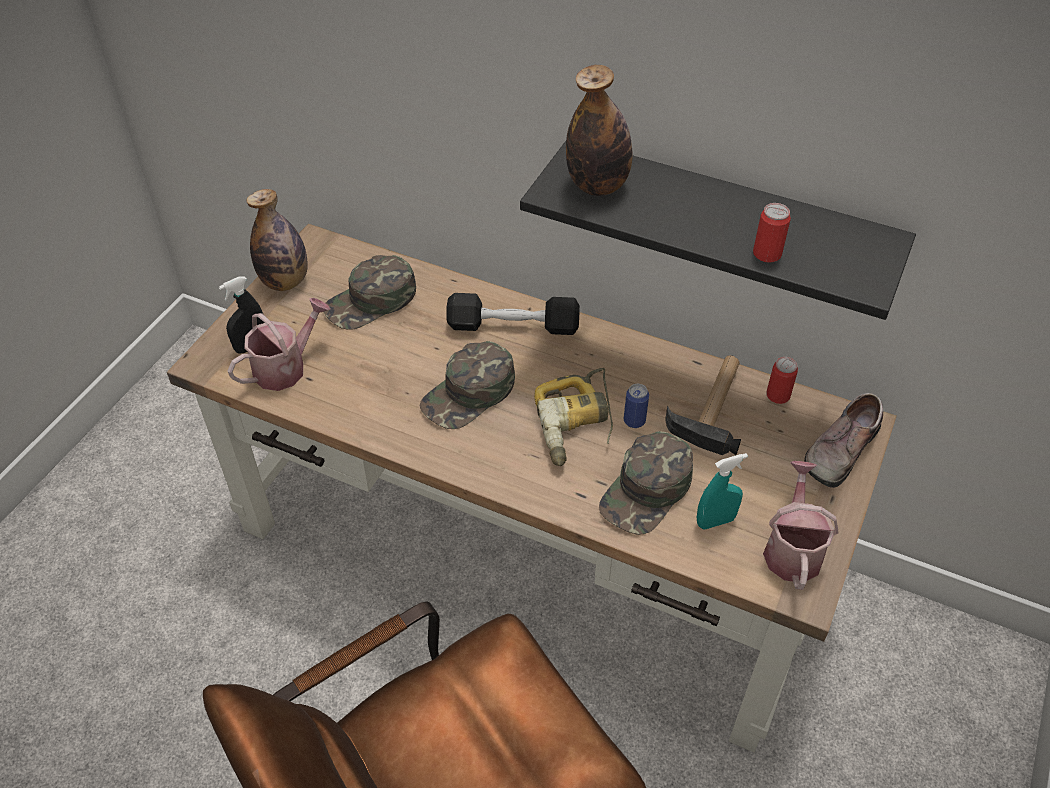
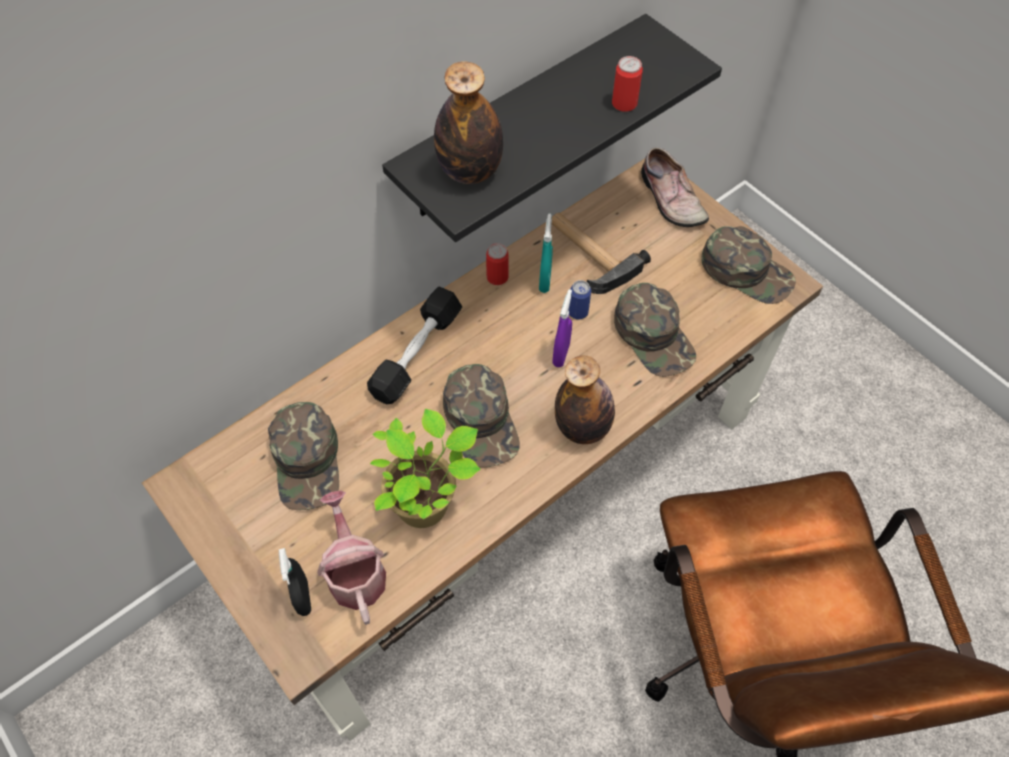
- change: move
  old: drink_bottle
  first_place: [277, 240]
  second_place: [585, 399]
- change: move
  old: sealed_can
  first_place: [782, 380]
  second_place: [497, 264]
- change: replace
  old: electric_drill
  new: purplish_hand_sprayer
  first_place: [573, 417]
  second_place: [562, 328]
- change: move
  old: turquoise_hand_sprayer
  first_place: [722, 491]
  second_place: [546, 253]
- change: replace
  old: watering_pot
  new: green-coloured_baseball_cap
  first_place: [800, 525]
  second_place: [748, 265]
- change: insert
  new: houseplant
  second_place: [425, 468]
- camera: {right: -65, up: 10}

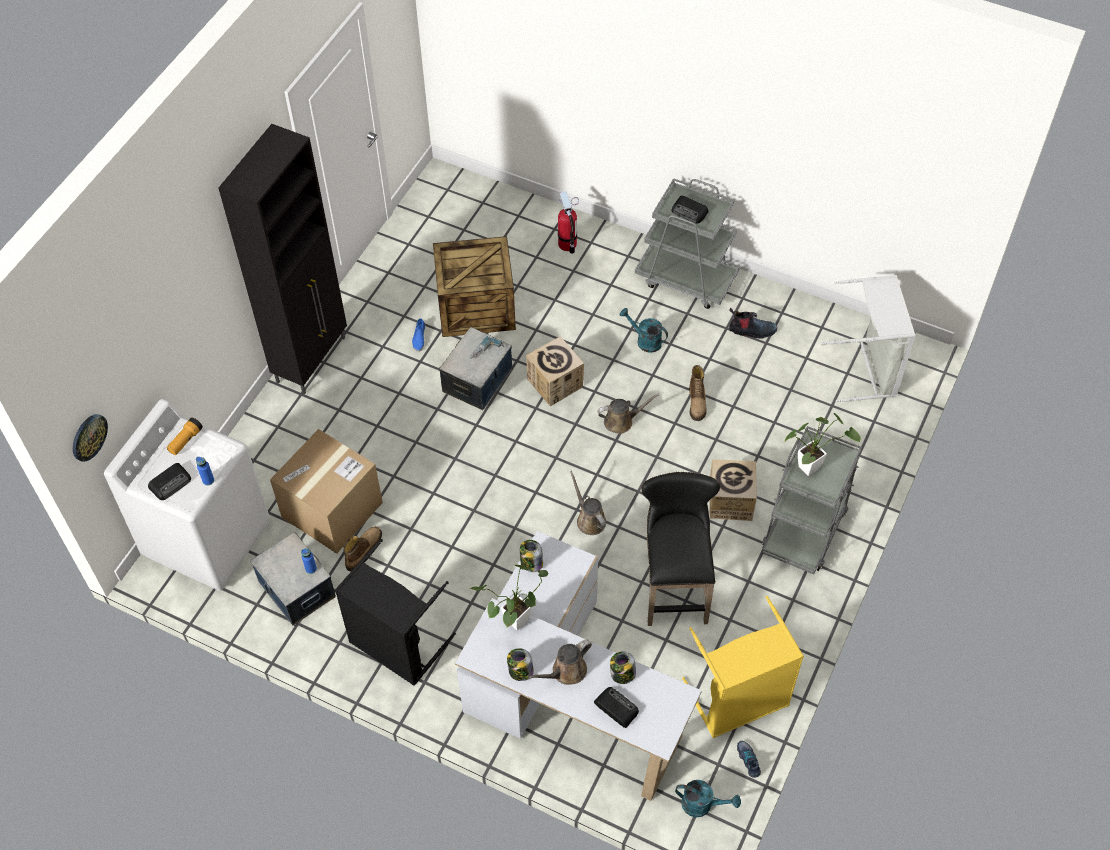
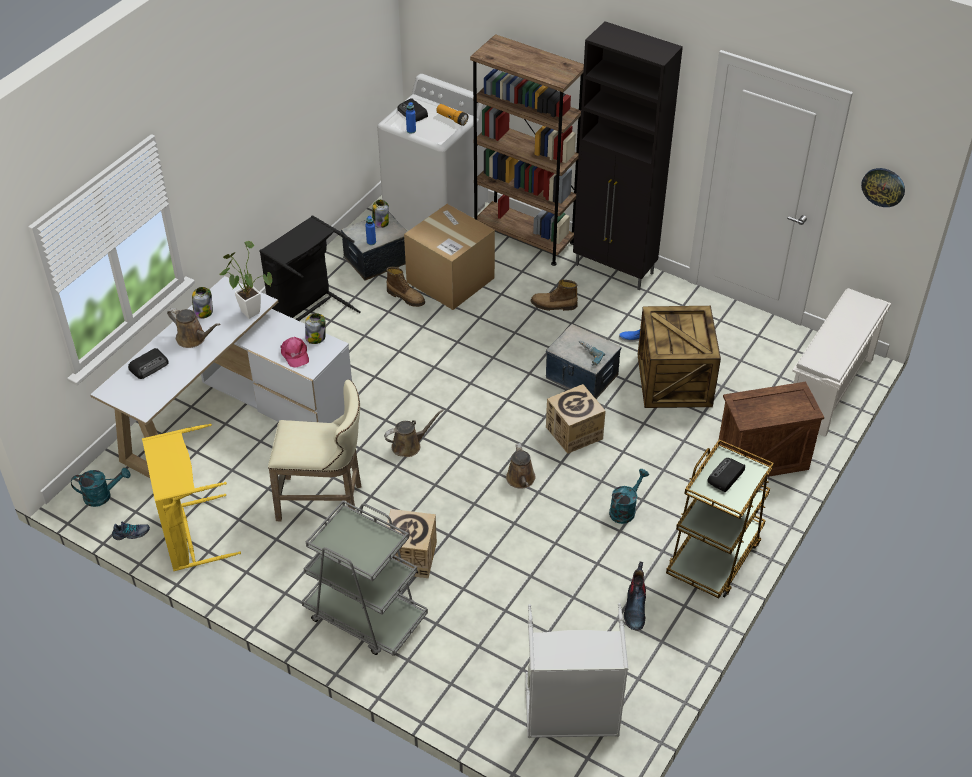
- change: recolor
  old: greyish_cart
  new: brownish_cart
  first_place: [687, 243]
  second_place: [720, 518]
- change: replace
  old: fire_extinguisher
  new: shipping_crate
  first_place: [568, 222]
  second_place: [771, 429]
- change: move
  old: tall_boot
  first_place: [697, 393]
  second_place: [554, 295]
- change: delete
  old: houseplant
  first_place: [822, 444]
- change: move
  old: wall_clock
  first_place: [90, 438]
  second_place: [883, 187]
- change: recolor
  old: black-coloured_stool_seat
  new: beige_stool_seat
  first_place: [680, 549]
  second_place: [315, 450]
- change: rotate
  old: brownish_watering_pot
  first_place: [560, 662]
  second_place: [193, 328]
  degrees: 150
- change: move
  old: preserve_jar
  first_place: [623, 667]
  second_place: [380, 214]
- change: rotate
  old: turquoise_watering_pot
  first_place: [708, 798]
  second_place: [101, 487]
  degrees: -120
- change: insert
  new: brownish_bookcase
  second_place: [527, 150]
- change: insert
  new: whitish_shoe_stand
  second_place: [841, 362]
- change: insert
  new: pink_baseball_cap
  second_place: [294, 352]
- camera: {right: 95, up: -10}

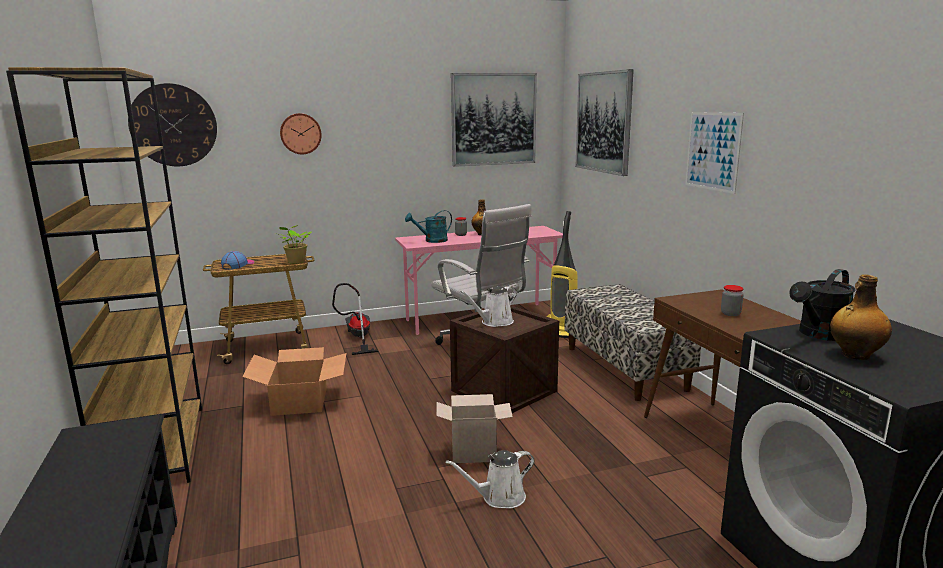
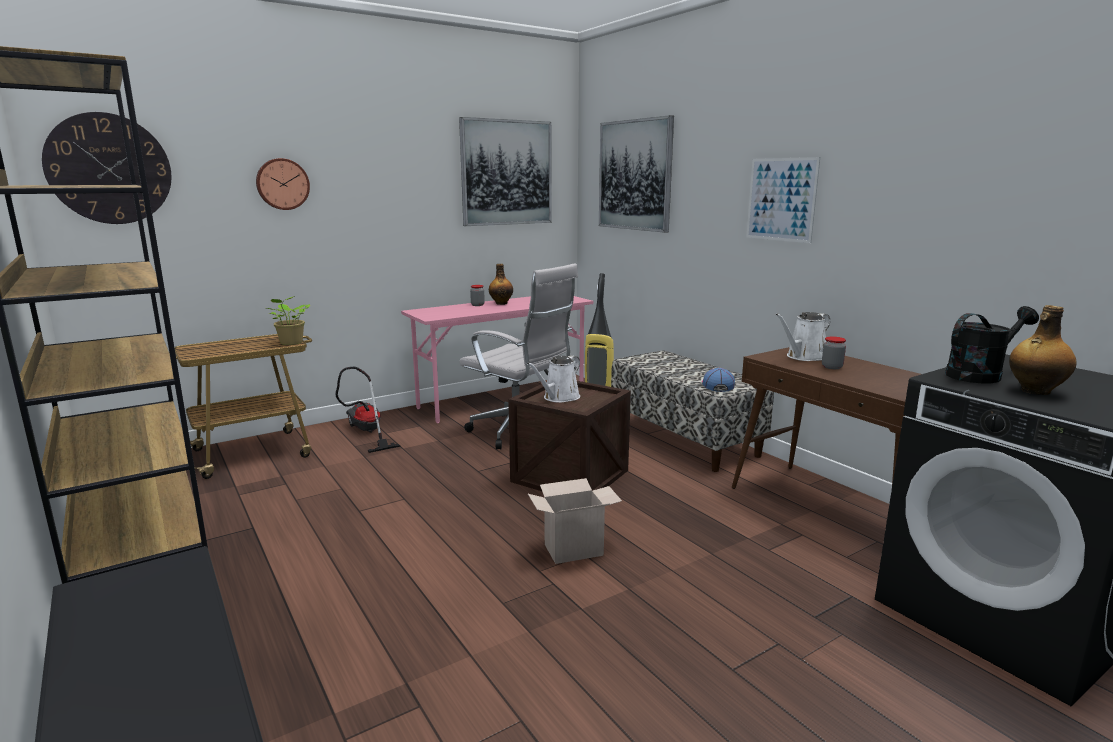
- change: delete
  old: turquoise_watering_pot
  first_place: [428, 226]
- change: move
  old: baseball_cap
  first_place: [238, 260]
  second_place: [718, 380]
- change: rotate
  old: black-coloured_watering_pot
  first_place: [822, 305]
  second_place: [992, 344]
  degrees: -150
- change: delete
  old: carton
  first_place: [294, 381]
- change: move
  old: whitish_watering_pot
  first_place: [490, 479]
  second_place: [802, 336]
- camera: {right: -15, up: 0}

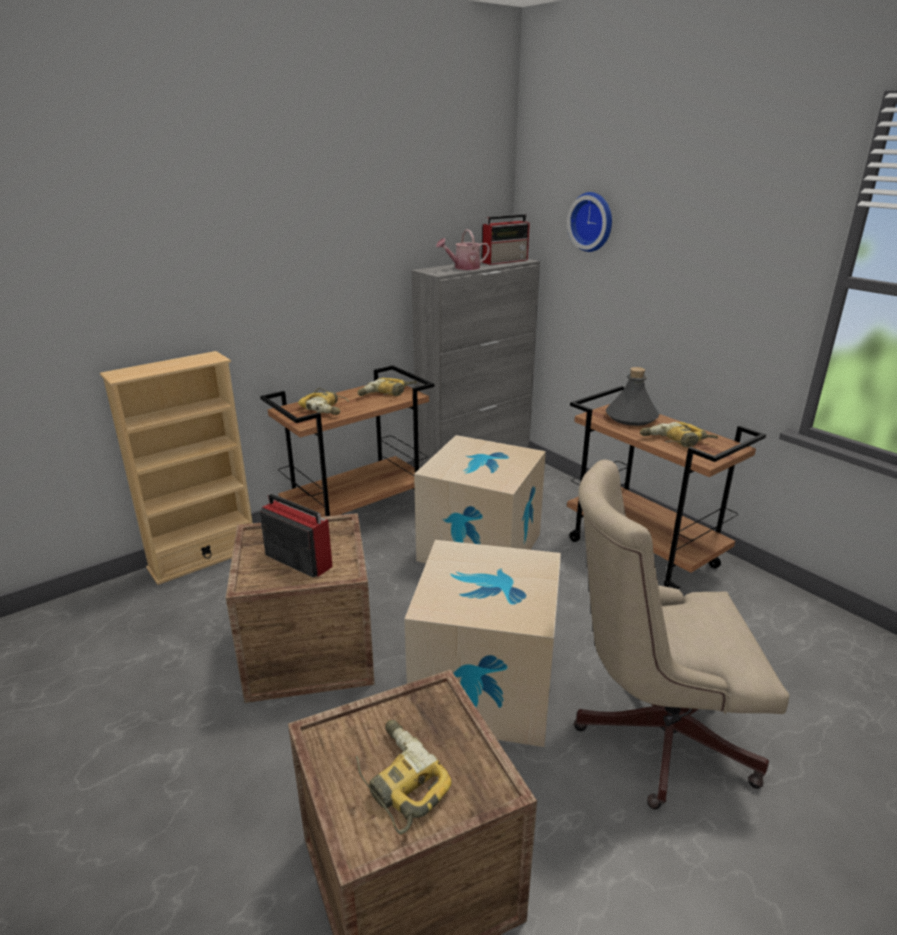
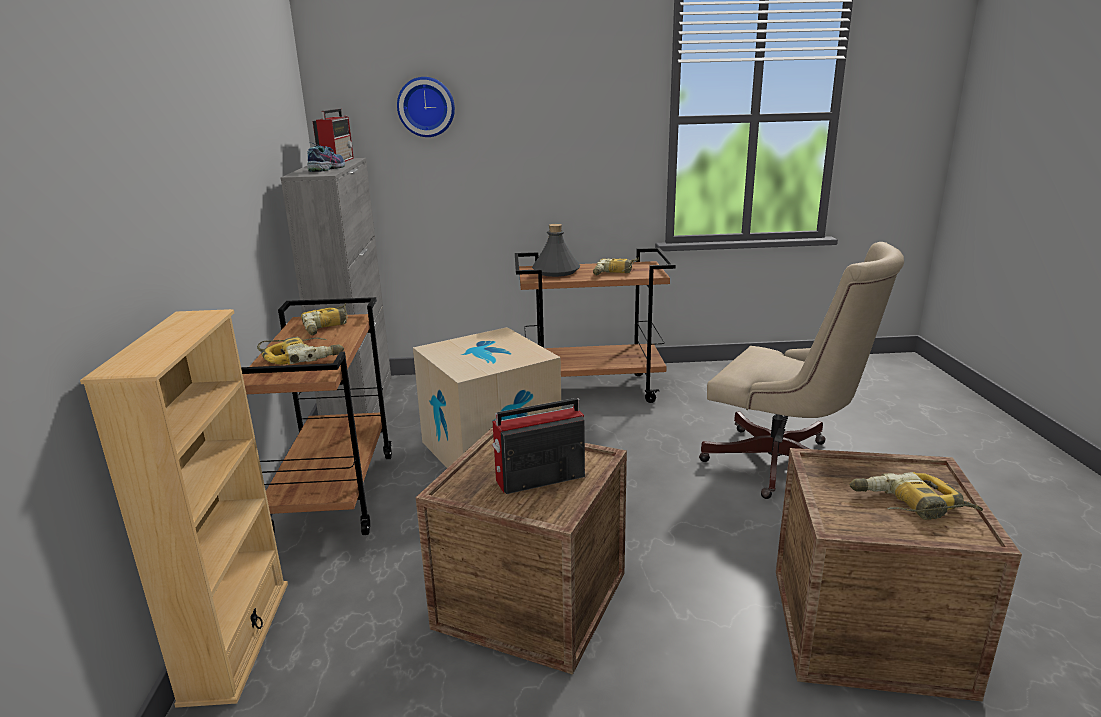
- change: replace
  old: watering_pot
  new: low_shoe
  first_place: [463, 249]
  second_place: [326, 157]
- change: rotate
  old: beige_office_chair
  first_place: [681, 635]
  second_place: [801, 370]
  degrees: -90
- change: delete
  old: carton
  first_place: [482, 643]
- camera: {right: -55, up: -5}

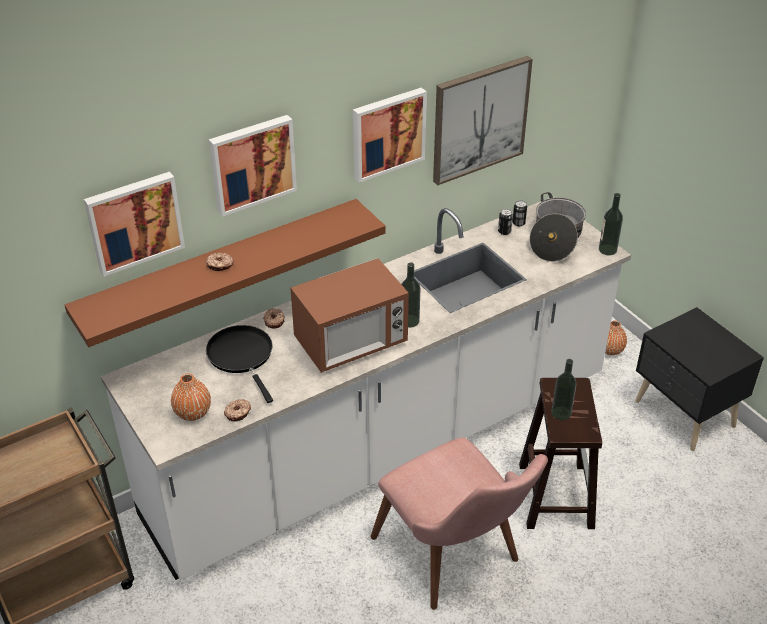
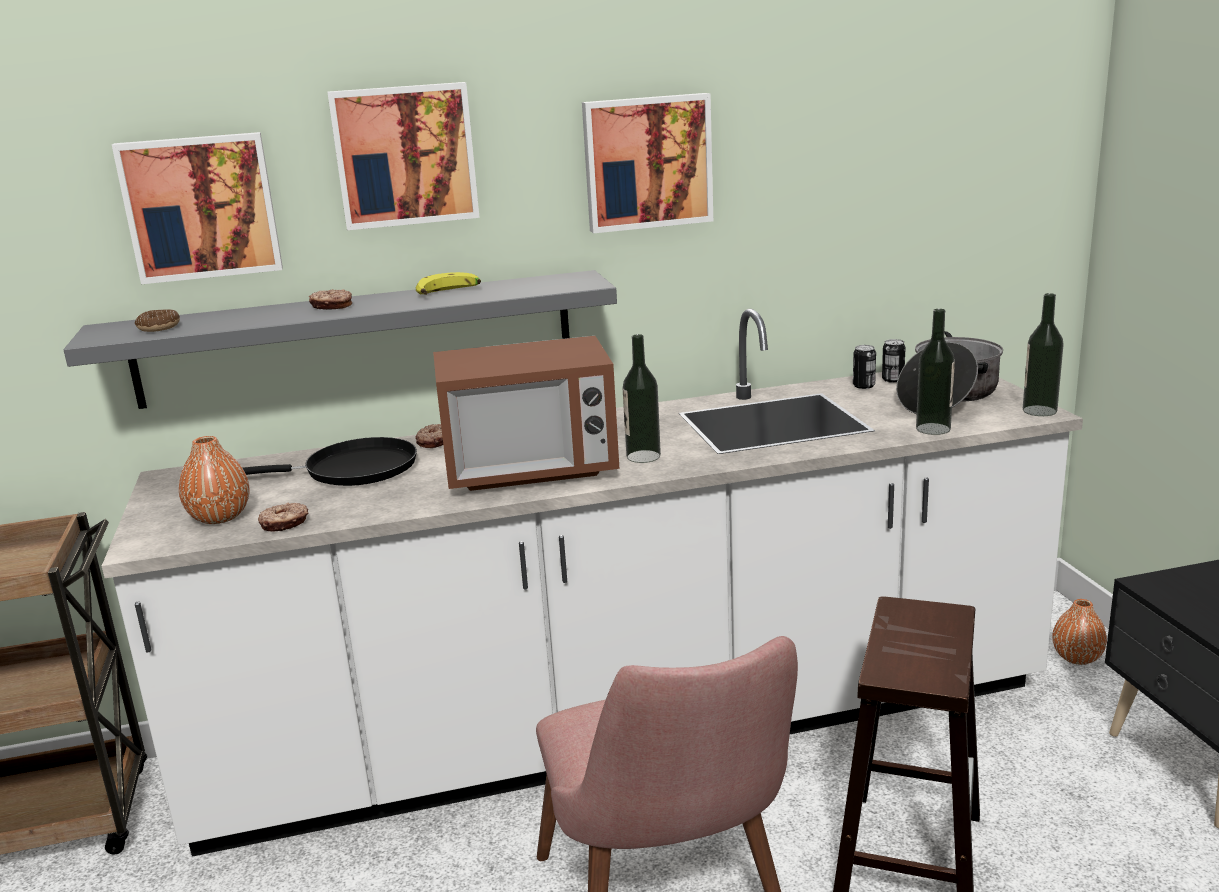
- change: delete
  old: wall_art
  first_place: [483, 120]
- change: recolor
  old: brownish_bracket_shelf
  new: greyish_bracket_shelf
  first_place: [225, 273]
  second_place: [340, 339]
- change: rotate
  old: black-coloured_frying_pan
  first_place: [239, 364]
  second_place: [330, 461]
  degrees: 90
- change: move
  old: drink_bottle
  first_place: [564, 390]
  second_place: [935, 372]
- change: insert
  new: whole_banana
  second_place: [448, 283]
- change: insert
  new: doughnut
  second_place: [157, 320]
- camera: {right: 20, up: -20}

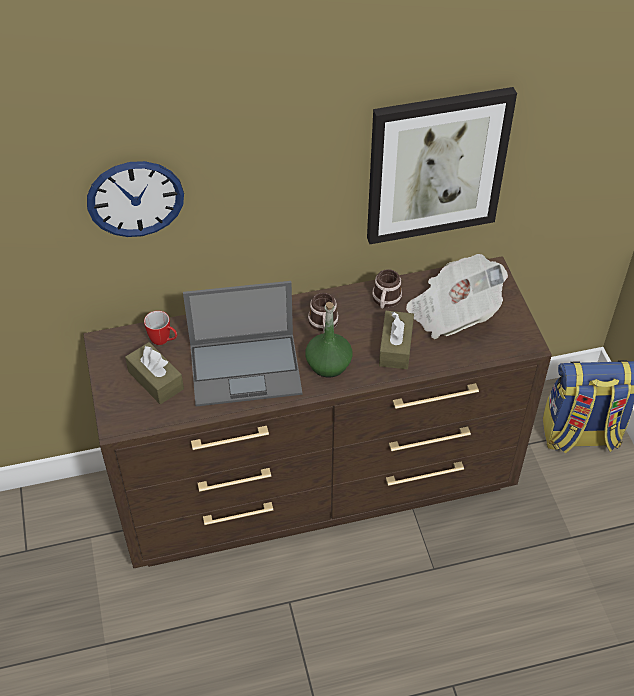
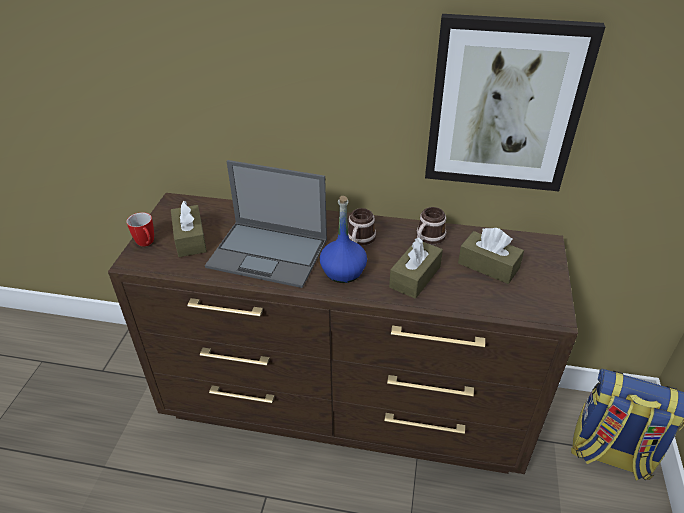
- change: delete
  old: wall_clock
  first_place: [135, 199]
- change: replace
  old: newspaper
  new: brownish_tissue_box
  first_place: [457, 296]
  second_place: [491, 256]
- change: recolor
  old: green-coloured_drink_bottle
  new: blue-coloured_drink_bottle
  first_place: [328, 339]
  second_place: [343, 239]
- change: move
  old: coffee_mug
  first_place: [160, 328]
  second_place: [140, 229]
- camera: {right: 25, up: -10}

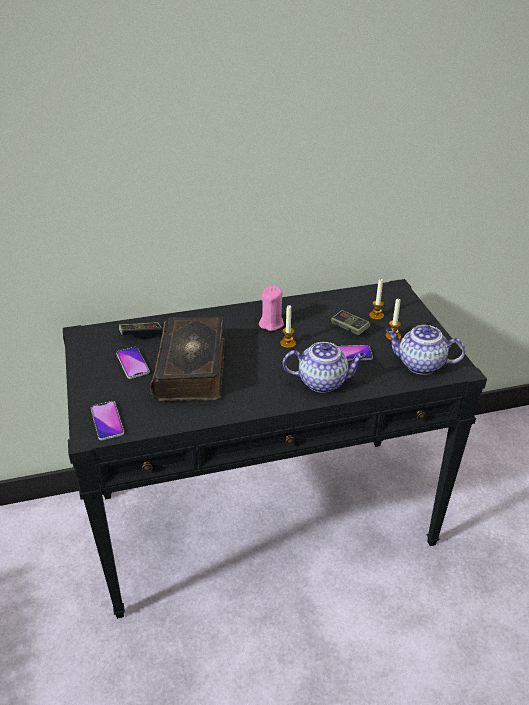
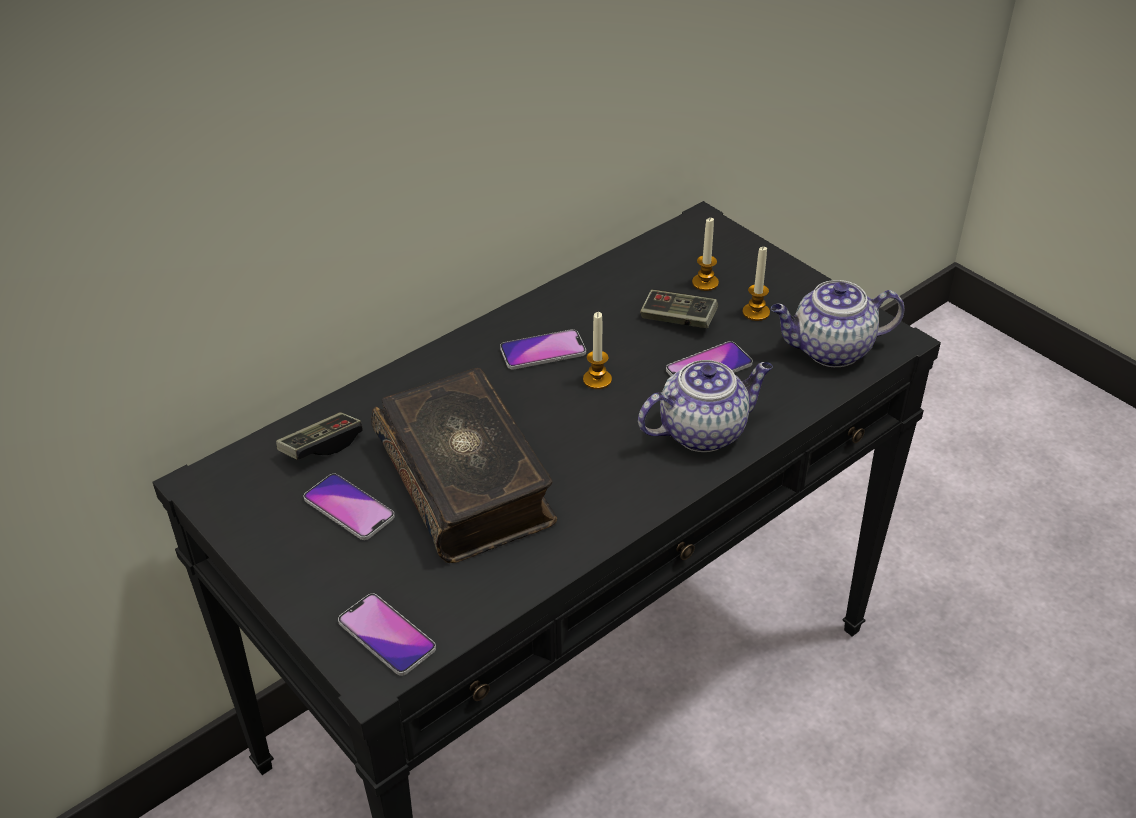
- change: replace
  old: pink_candle
  new: phone
  first_place: [271, 308]
  second_place: [543, 349]
- camera: {right: -25, up: 5}

